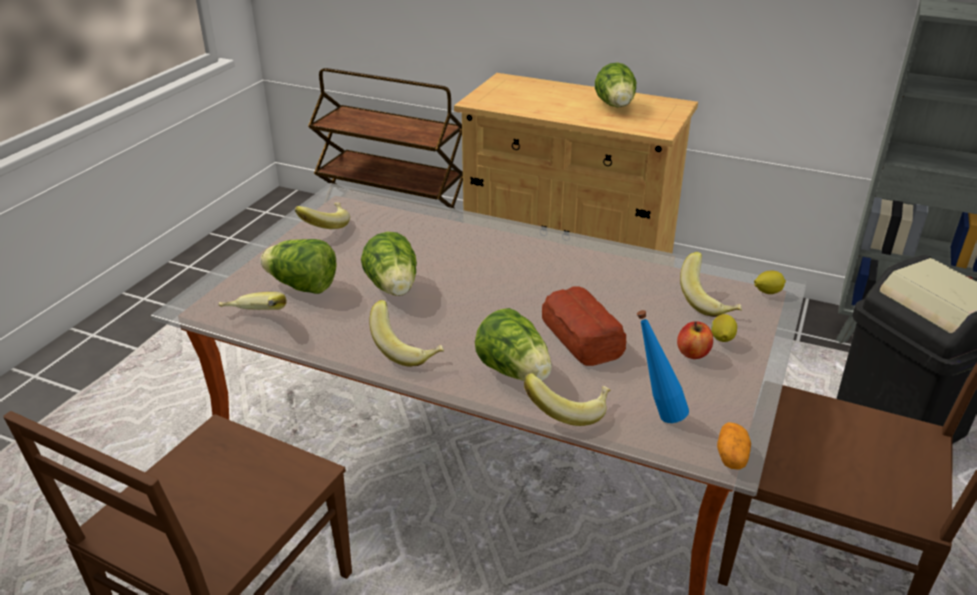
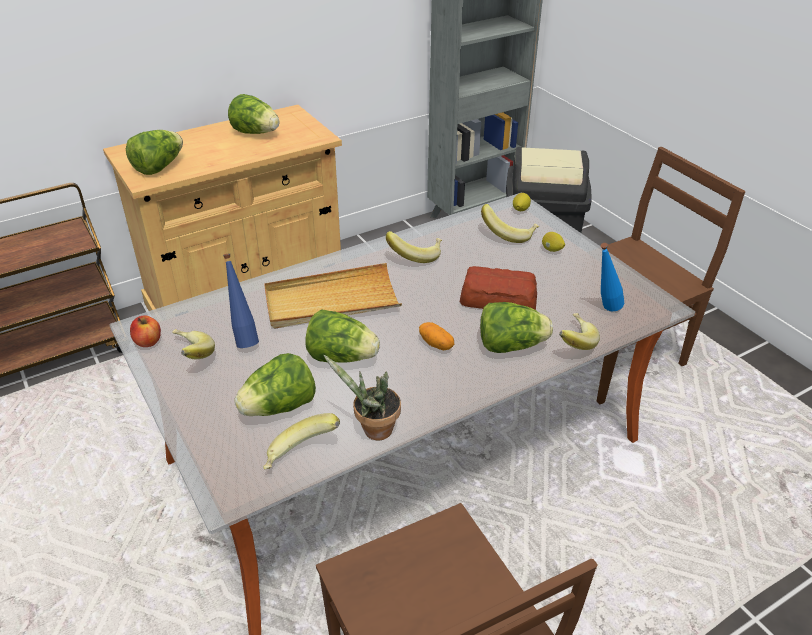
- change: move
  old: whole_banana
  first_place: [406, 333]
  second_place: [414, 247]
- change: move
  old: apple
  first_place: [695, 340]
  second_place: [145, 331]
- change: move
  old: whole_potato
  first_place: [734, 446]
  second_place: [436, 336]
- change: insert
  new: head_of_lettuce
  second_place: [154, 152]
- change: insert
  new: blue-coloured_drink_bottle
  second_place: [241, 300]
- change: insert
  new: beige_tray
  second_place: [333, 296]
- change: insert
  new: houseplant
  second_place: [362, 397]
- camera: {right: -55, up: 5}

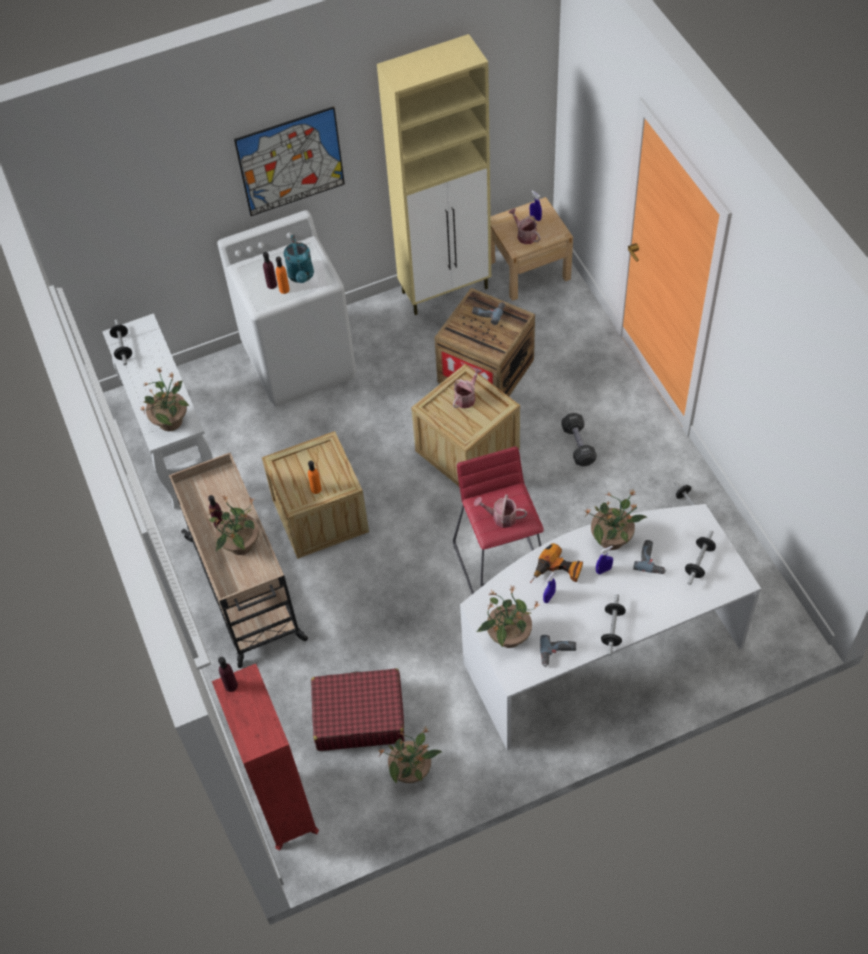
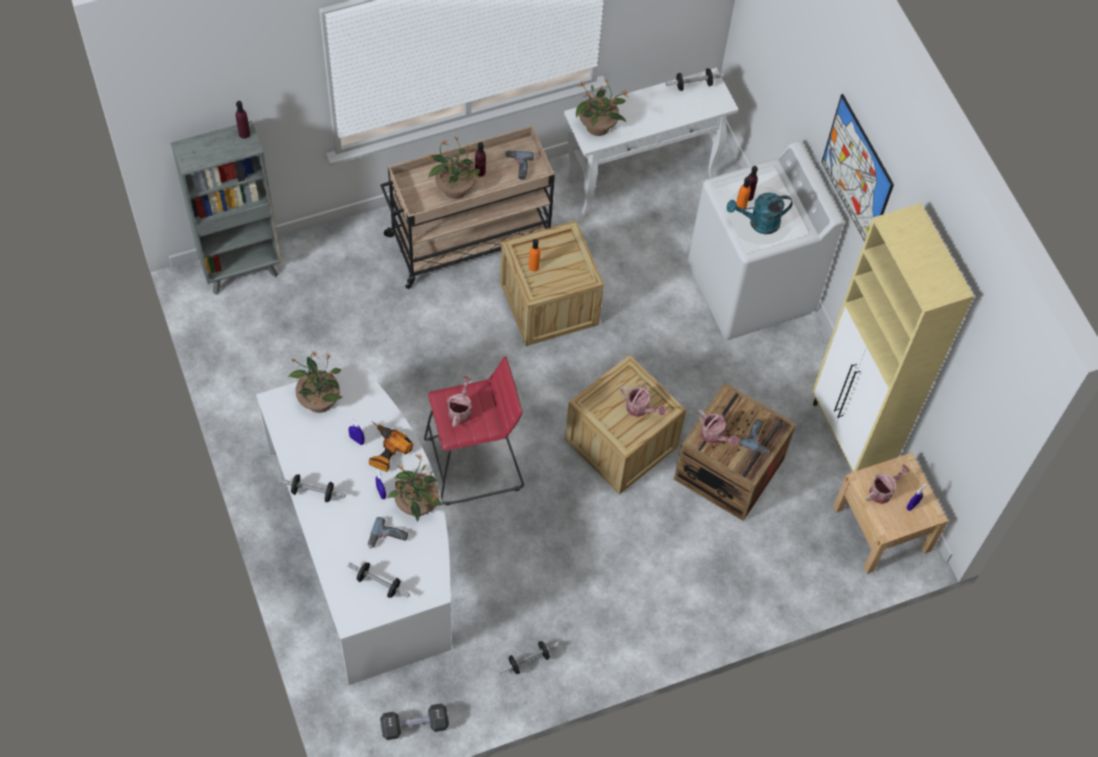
- change: move
  old: black-coloured_dumbbell
  first_place: [579, 439]
  second_place: [414, 721]
- change: move
  old: electric_drill
  first_place: [558, 651]
  second_place: [519, 165]
- change: recolor
  old: red-coloured_bookcase
  new: greyish_bookcase
  first_place: [265, 757]
  second_place: [226, 207]
- change: delete
  old: red-coloured_travel_case
  first_place: [358, 709]
- change: delete
  old: houseplant
  first_place: [410, 755]
- change: insert
  new: watering_pot
  second_place: [717, 428]
- camera: {right: 85, up: 5}

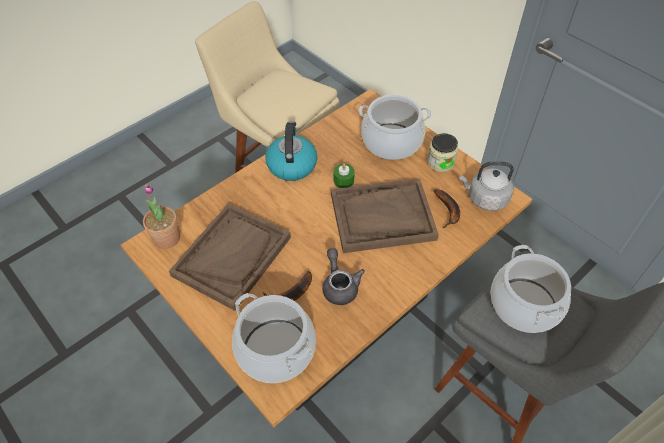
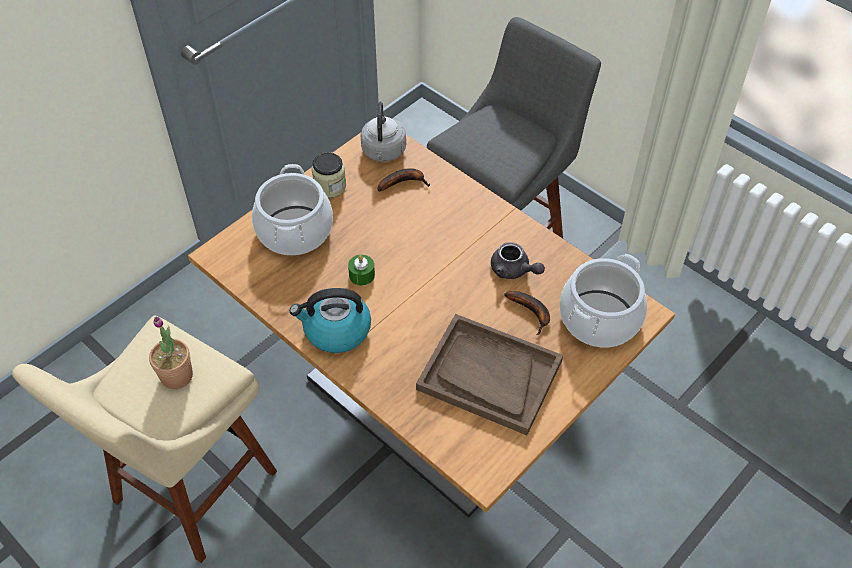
- change: delete
  old: brownish_tray
  first_place: [385, 215]
- change: move
  old: houseplant
  first_place: [161, 217]
  second_place: [171, 353]
- change: delete
  old: cooking_pot
  first_place: [531, 289]
- change: rotate
  old: greyish_pot_for_tea
  first_place: [343, 276]
  second_place: [518, 260]
  degrees: -120
- camera: {right: -95, up: 0}

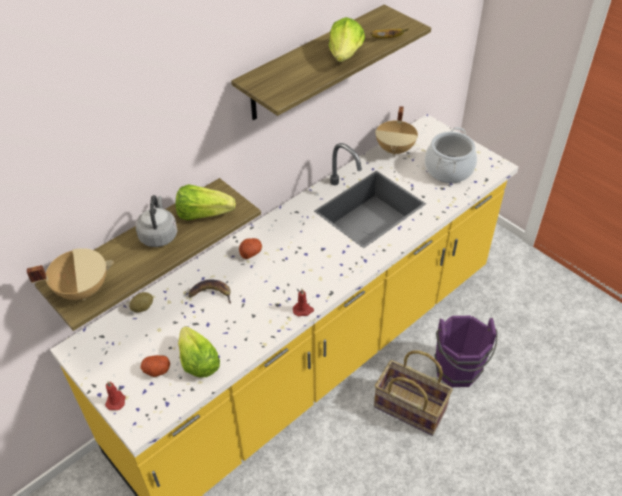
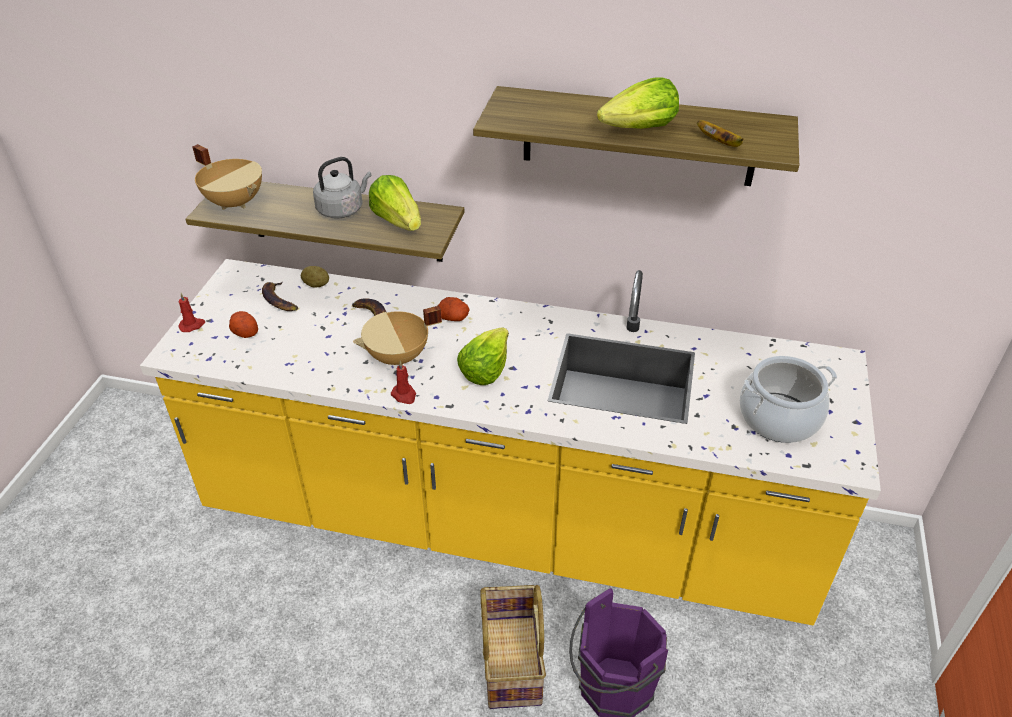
- change: move
  old: beige_cooking_pot
  first_place: [396, 131]
  second_place: [397, 335]
- change: move
  old: head_of_lettuce
  first_place: [199, 351]
  second_place: [483, 356]
- change: insert
  new: whole_banana
  second_place: [280, 296]
- camera: {right: 55, up: -5}

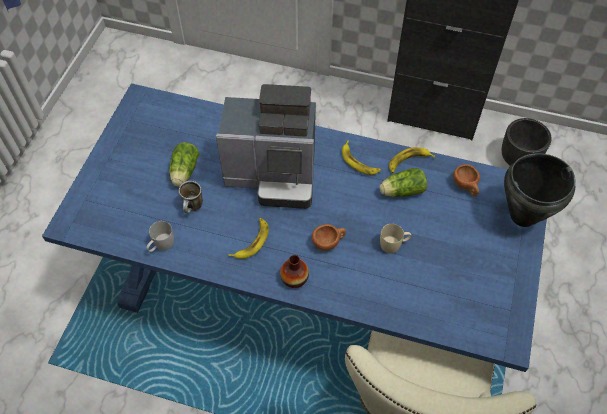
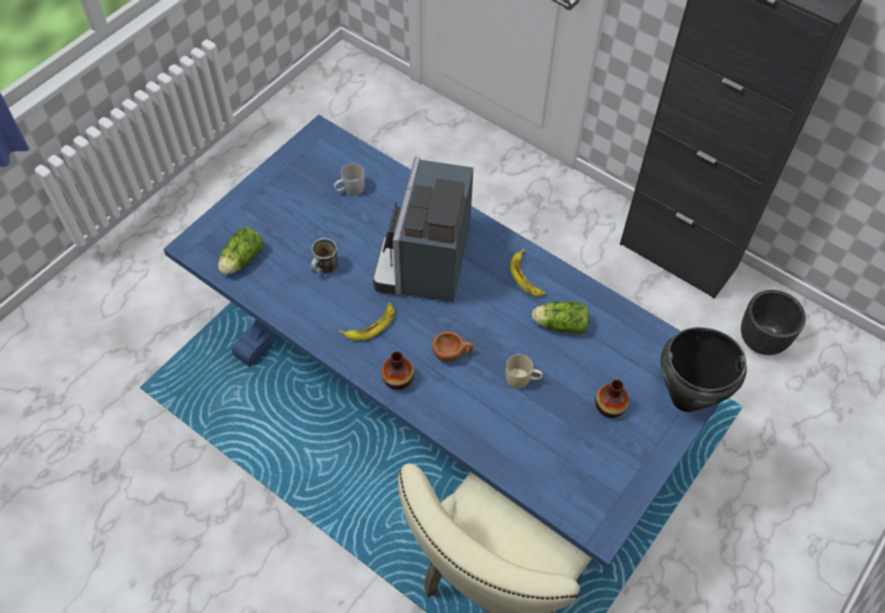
- change: rotate
  old: coffee_maker
  first_place: [266, 146]
  second_place: [423, 229]
  degrees: 75
- change: move
  old: head_of_lettuce
  first_place: [184, 164]
  second_place: [240, 251]
- change: delete
  old: whole_banana
  first_place: [412, 160]
- change: delete
  old: brownish_small_cup
  first_place: [466, 180]
- change: move
  old: whitish_coffee_mug
  first_place: [160, 236]
  second_place: [349, 179]
- change: insert
  new: flower_vase
  second_place: [612, 399]
- camera: {right: 20, up: 0}

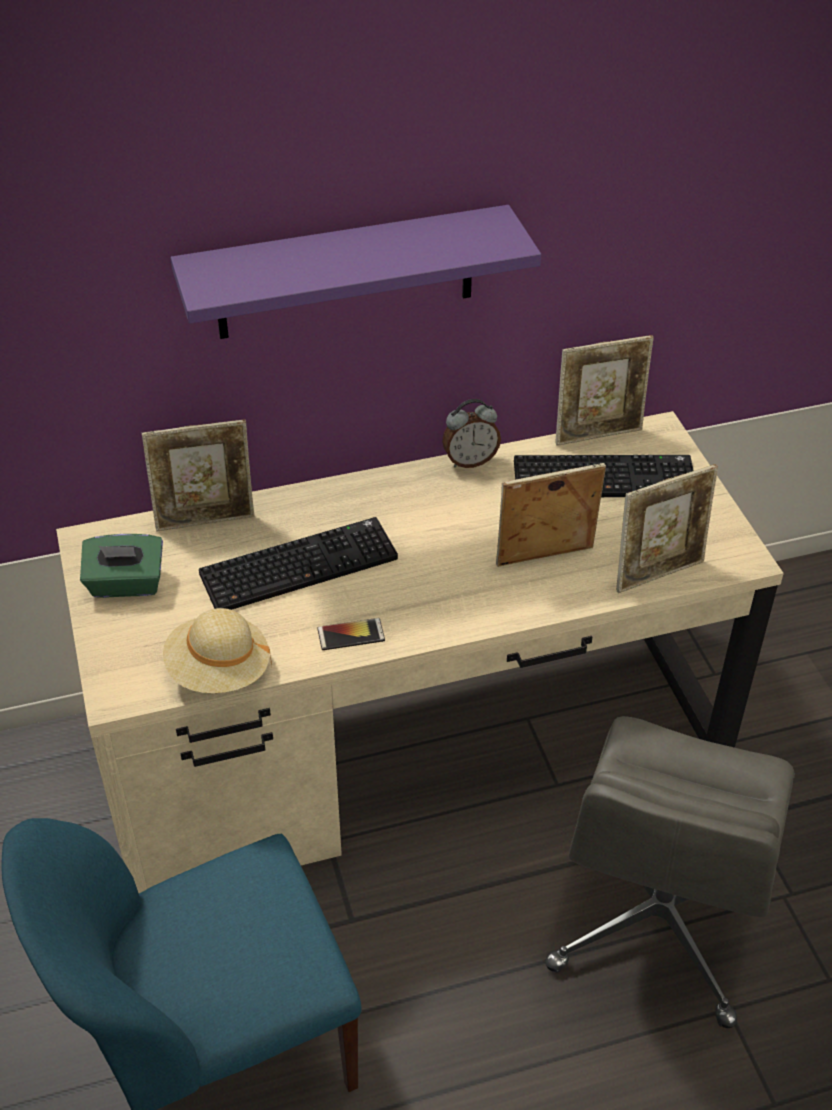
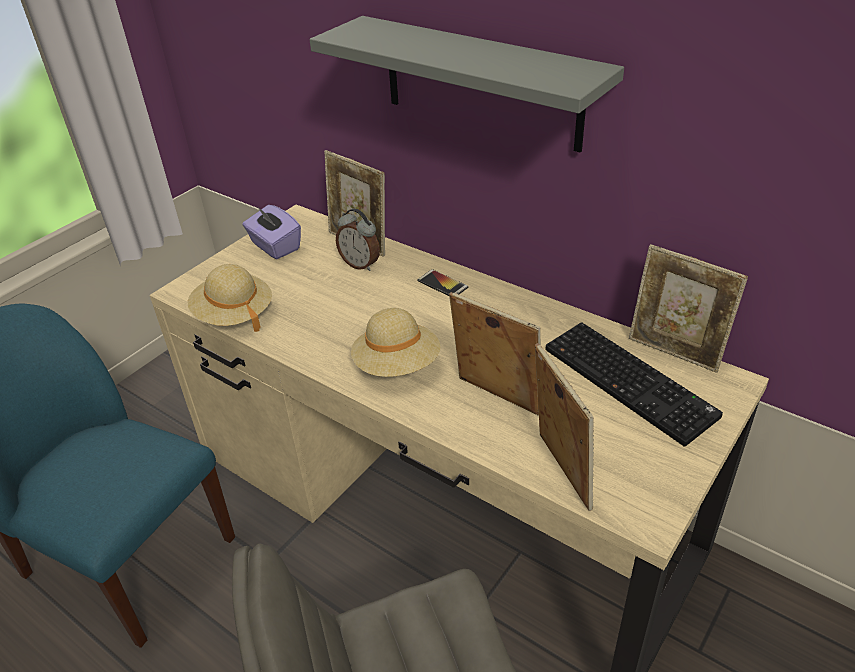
- change: recolor
  old: purplish_bracket_shelf
  new: greyish_bracket_shelf
  first_place: [356, 272]
  second_place: [467, 84]
- change: move
  old: alarm_clock
  first_place: [471, 433]
  second_place: [358, 240]
- change: rotate
  old: picture_frame
  first_place: [667, 528]
  second_place: [564, 427]
  degrees: -135
- change: delete
  old: PC_keyboard
  first_place: [298, 563]
- change: recolor
  old: green-coloured_tissue_box
  new: purplish_tissue_box
  first_place: [121, 566]
  second_place: [272, 232]
- change: move
  old: phone
  first_place: [351, 634]
  second_place: [442, 282]
- change: insert
  new: beige_wearable_hat
  second_place: [395, 342]
- camera: {right: 55, up: -5}

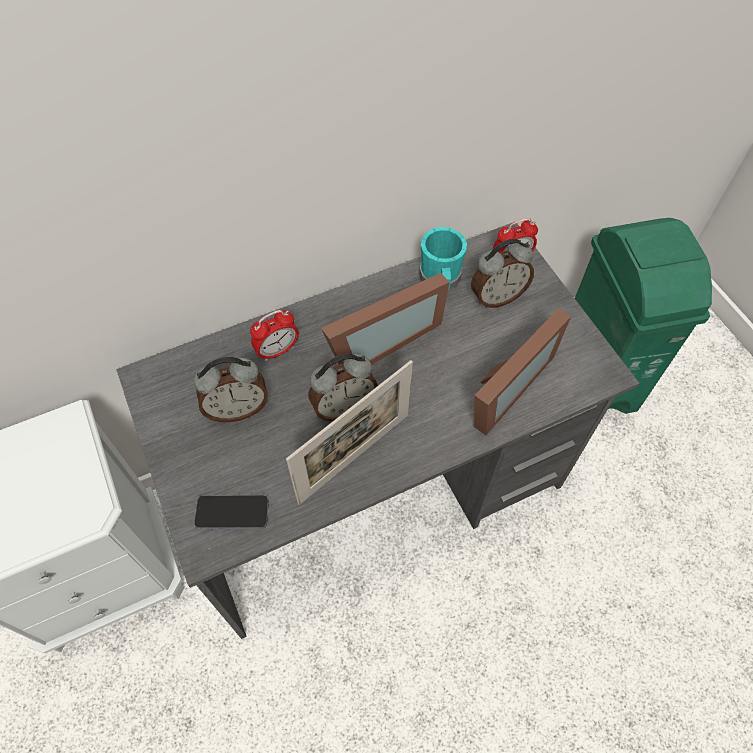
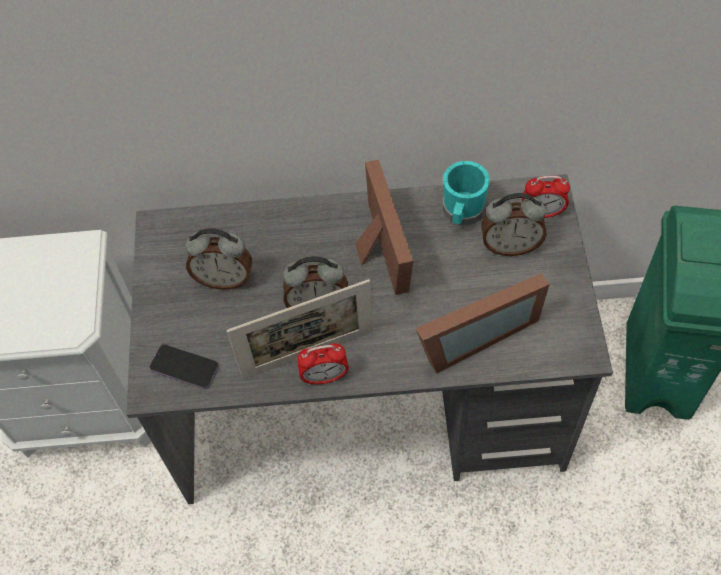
- change: rotate
  old: picture_frame
  first_place: [385, 319]
  second_place: [384, 227]
  degrees: -90
- change: move
  old: alarm_clock
  first_place: [274, 335]
  second_place: [323, 364]
- camera: {right: 25, up: 0}

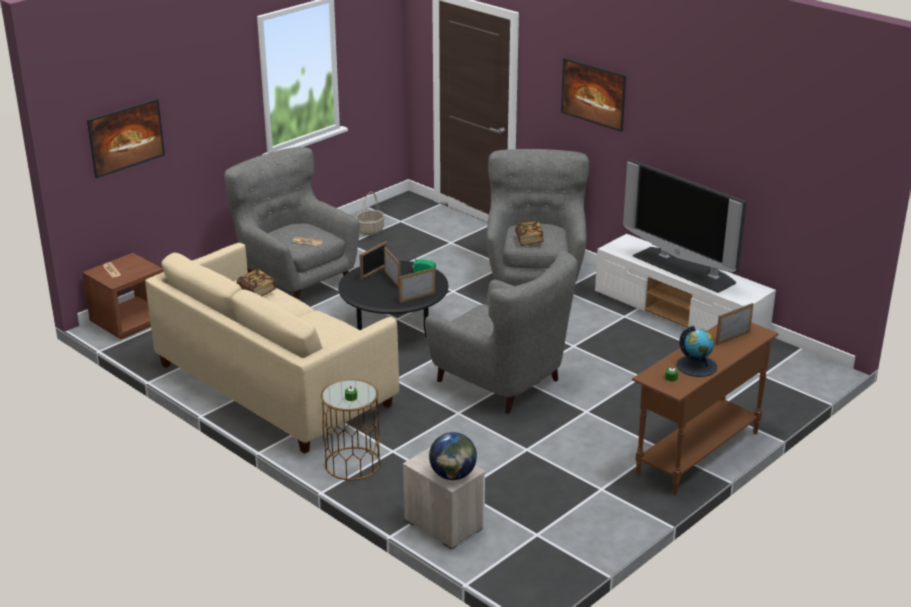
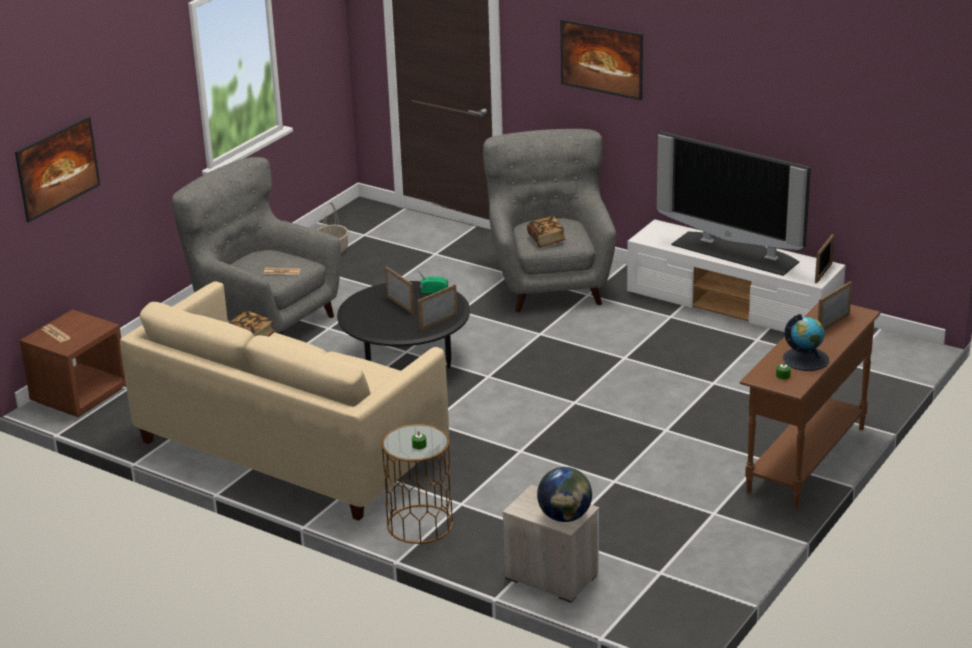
- change: move
  old: picture_frame
  first_place: [373, 260]
  second_place: [824, 258]
- change: delete
  old: greyish_lounge_chair
  first_place: [501, 332]
- camera: {right: -10, up: 0}

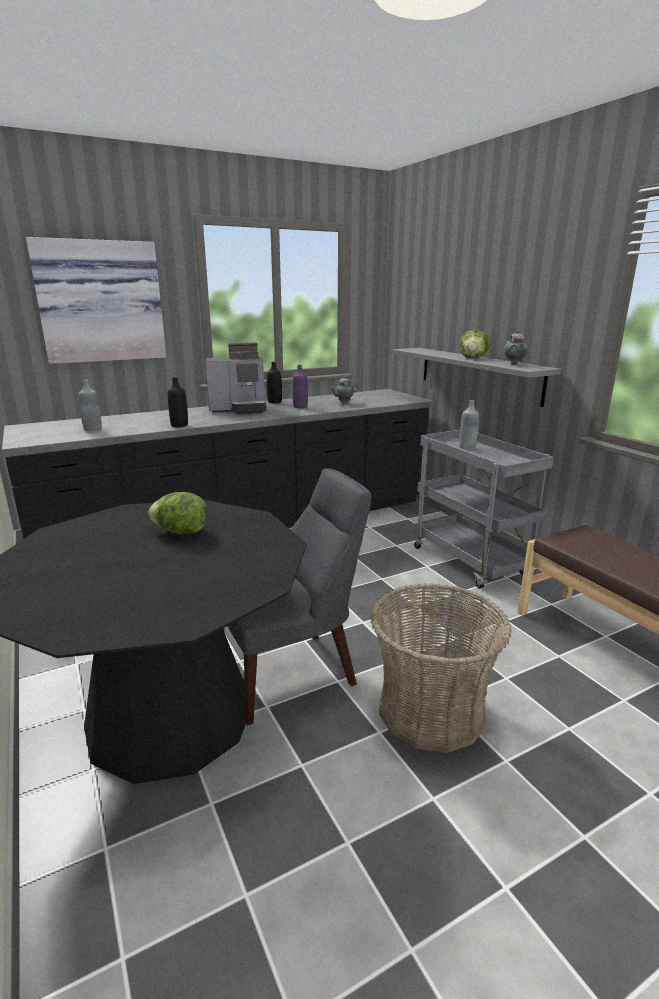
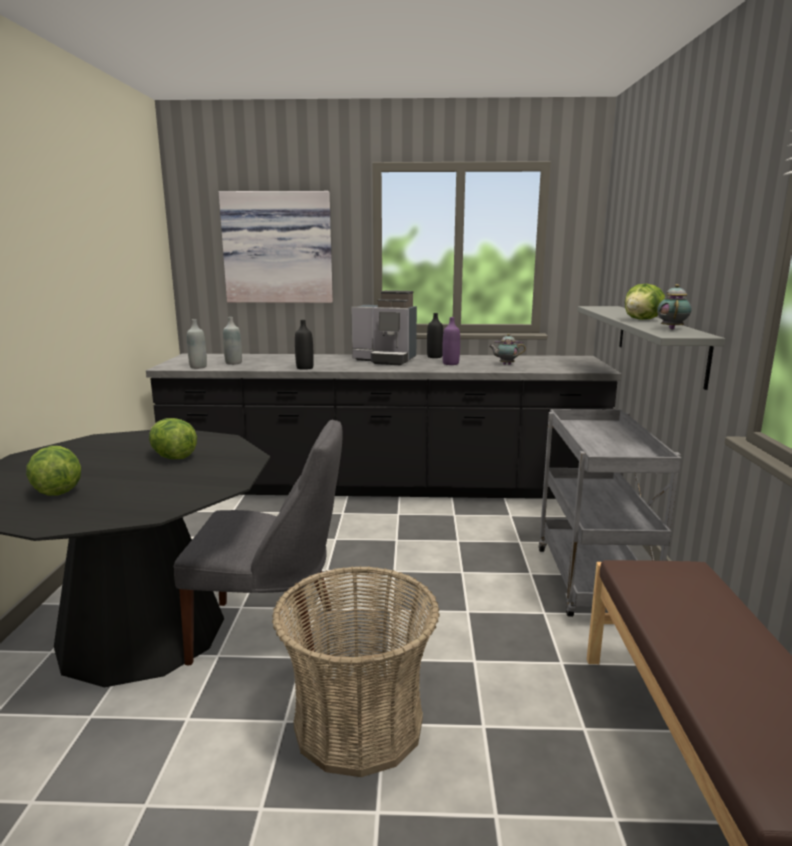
- change: move
  old: greyish_drink_bottle
  first_place: [469, 425]
  second_place: [197, 344]
- change: insert
  new: head_of_lettuce
  second_place: [53, 471]
- camera: {right: 30, up: -5}

